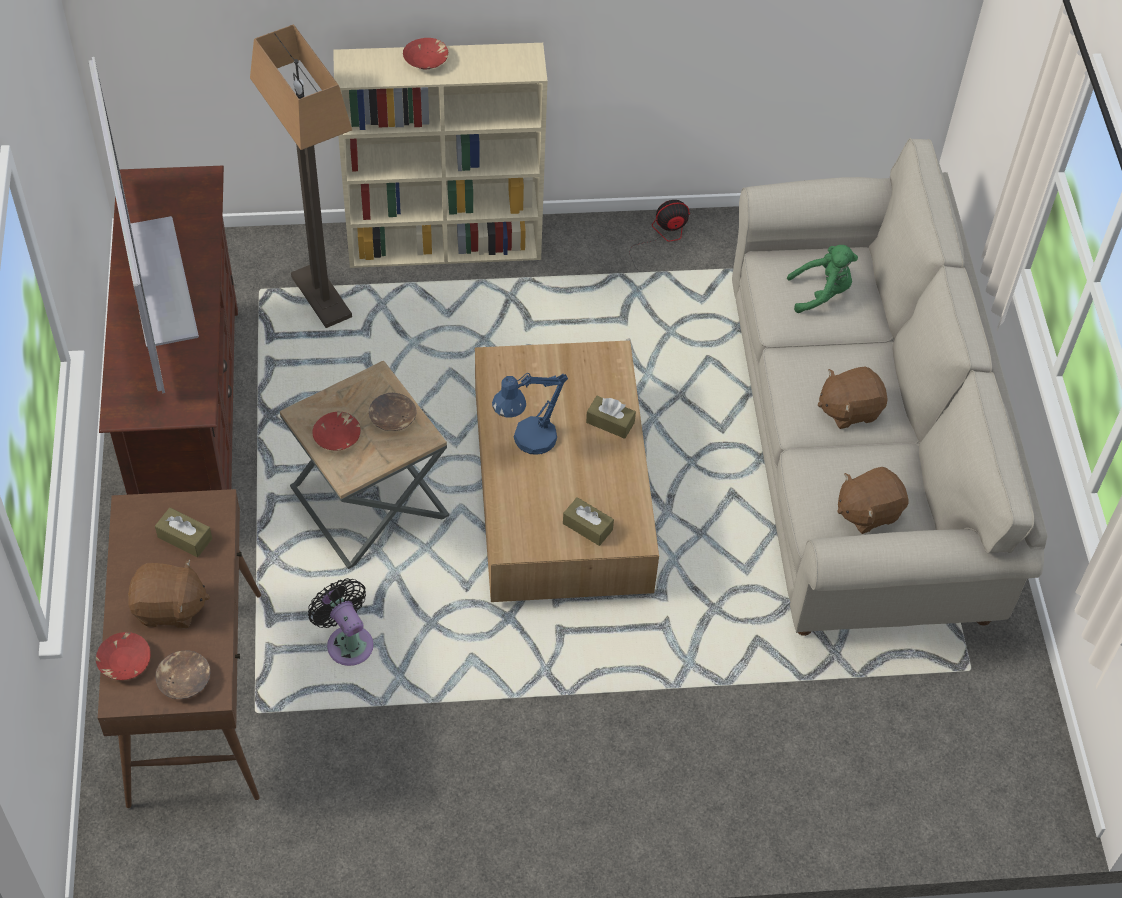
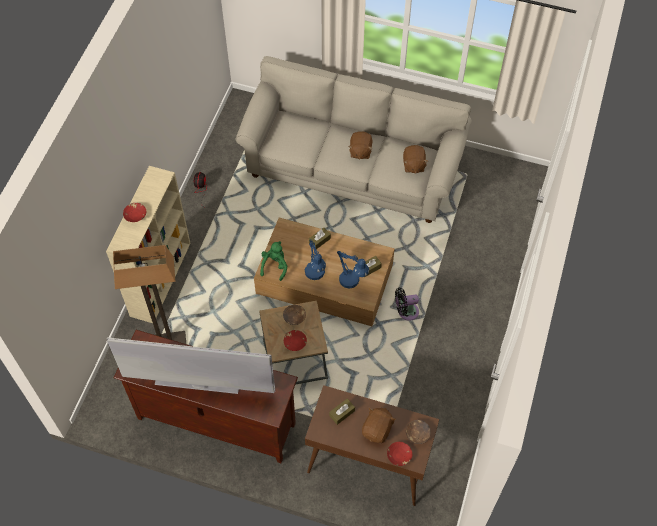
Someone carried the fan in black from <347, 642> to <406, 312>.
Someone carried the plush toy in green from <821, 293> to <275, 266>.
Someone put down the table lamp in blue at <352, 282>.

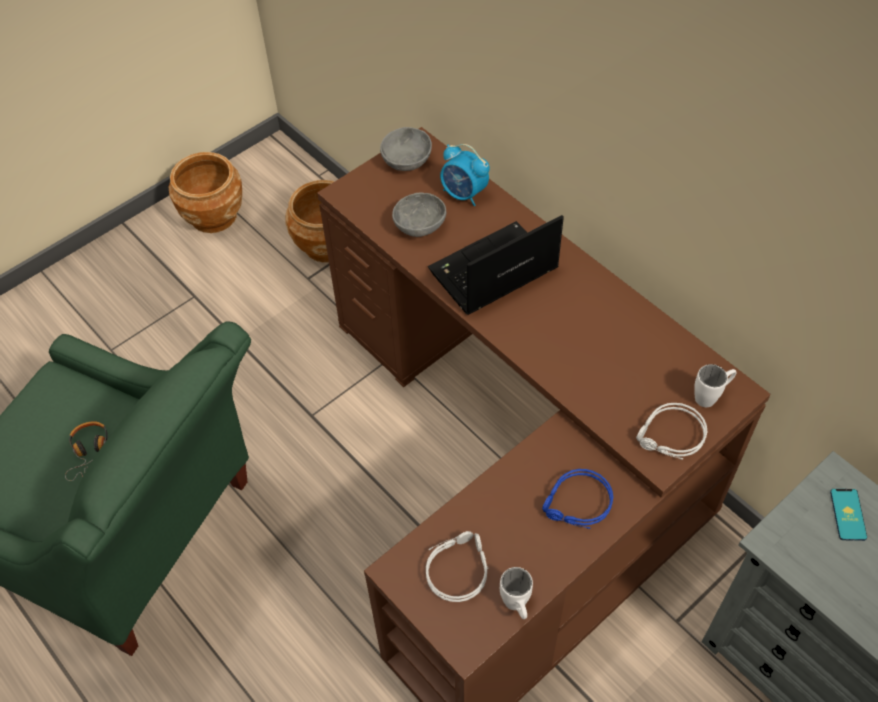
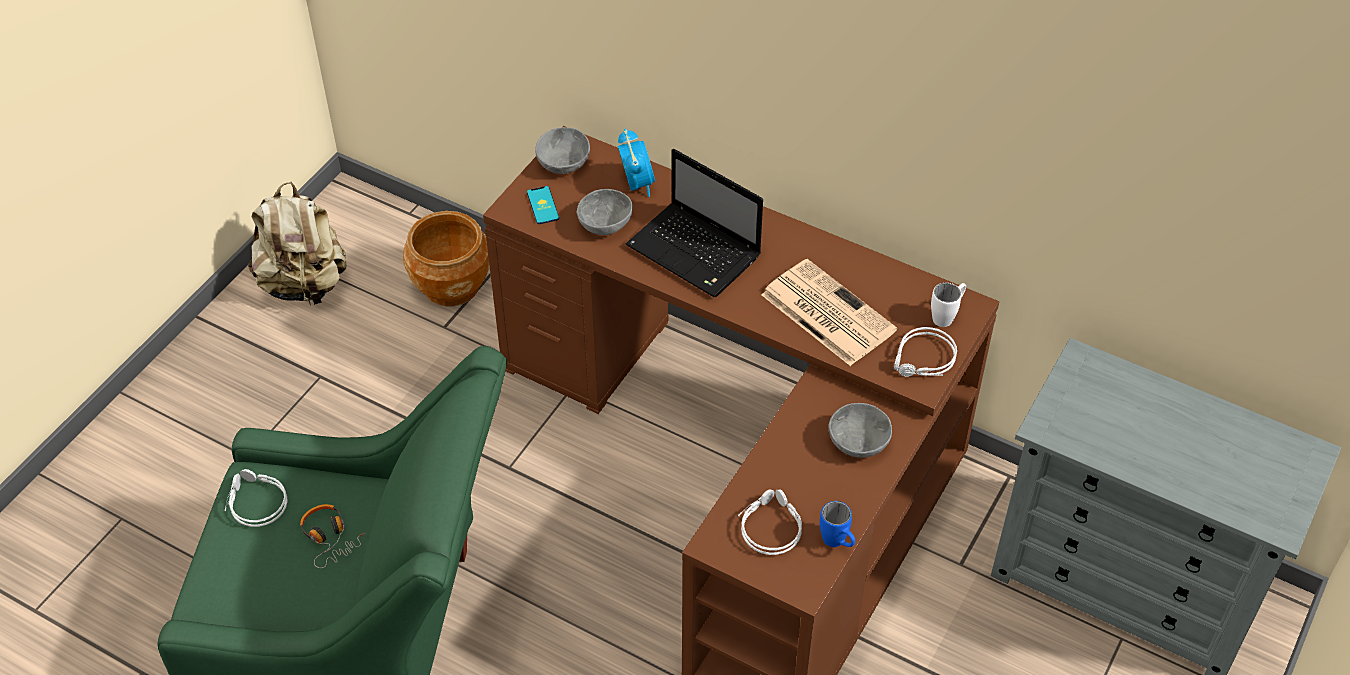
Someone swapped the planter in brown at <214, 215> for the backpack in beige at <304, 284>.
Someone rotated the laptop at <491, 272> by 90 degrees counterclockwise.
Someone rotated the alarm clock at <464, 194> by 120 degrees counterclockwise.
Someone repainted the mug in white at <517, 607>, which became the mug in blue at <837, 544>.
Someone swapped the headphones in blue at <577, 505> for the bowl in grey at <858, 443>.
Someone carried the phone from <848, 514> to <543, 205>.
Someone put down the headphones in grey at <254, 502>.
Someone put down the newspaper at <826, 312>.

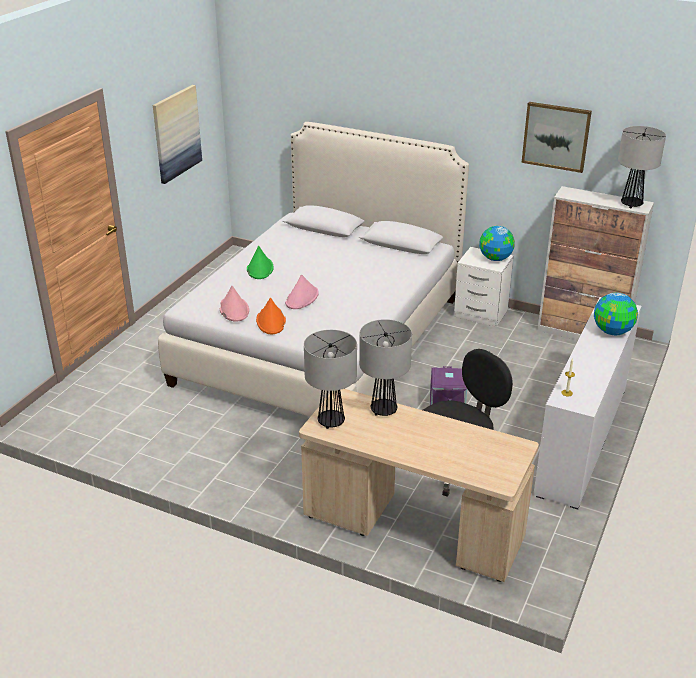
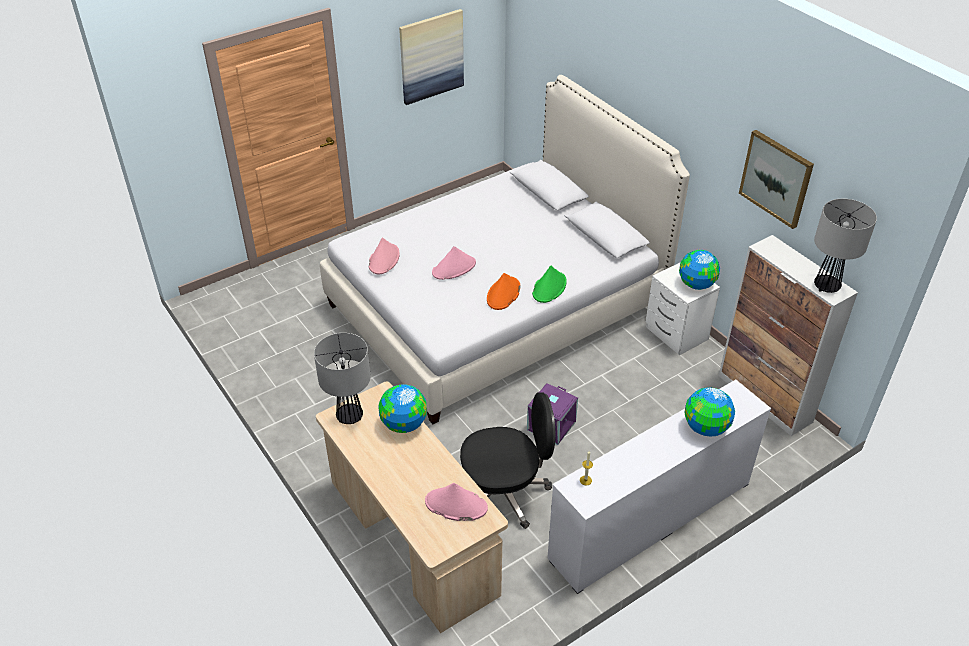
Someone carried the hat in green from <260, 269> to <549, 287>.
Someone carried the hat in orange from <271, 321> to <503, 294>.
Someone swapped the table lamp at <383, 410> for the globe at <403, 424>.
Someone put down the hat in pink at <455, 505>.

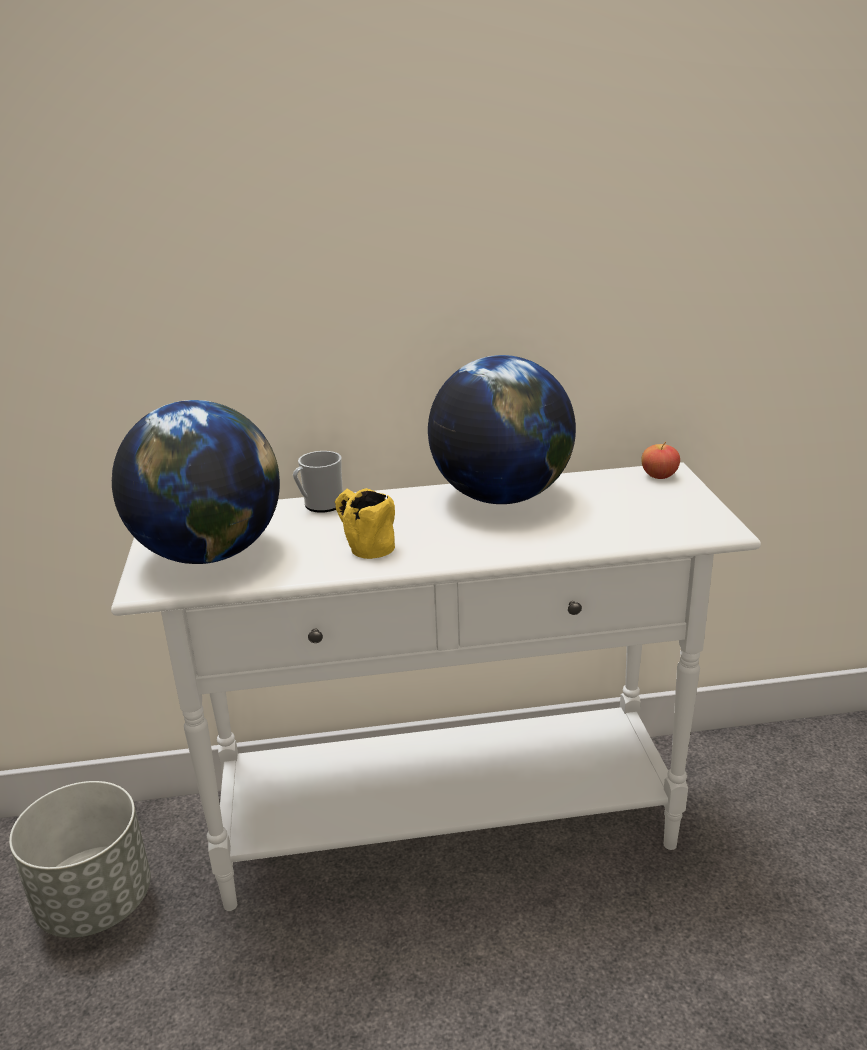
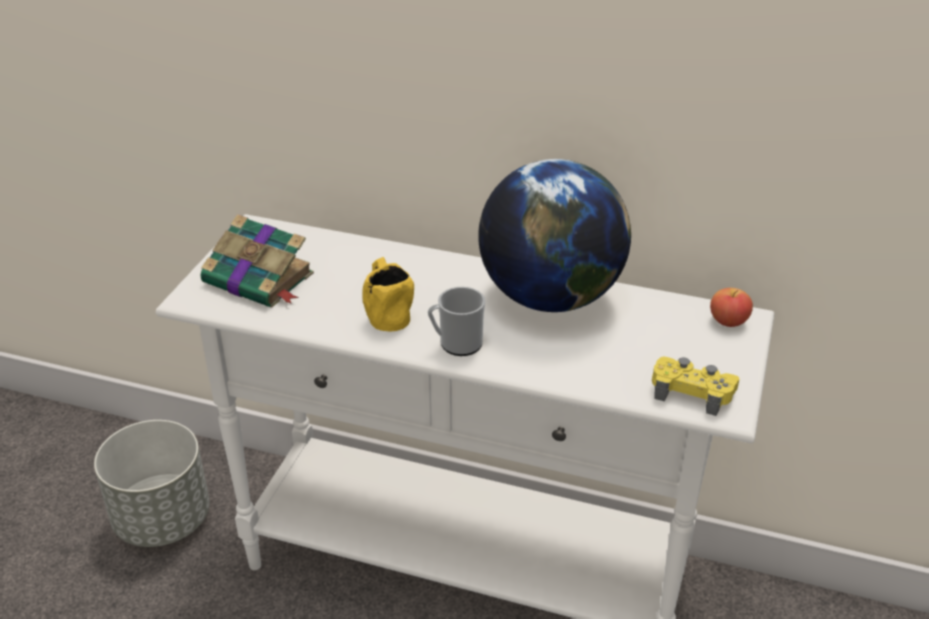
Someone swapped the globe at <209, 554> for the book at <260, 279>.
Someone carried the mug from <320, 505> to <456, 344>.
Someone put down the game controller in yellow at <692, 391>.

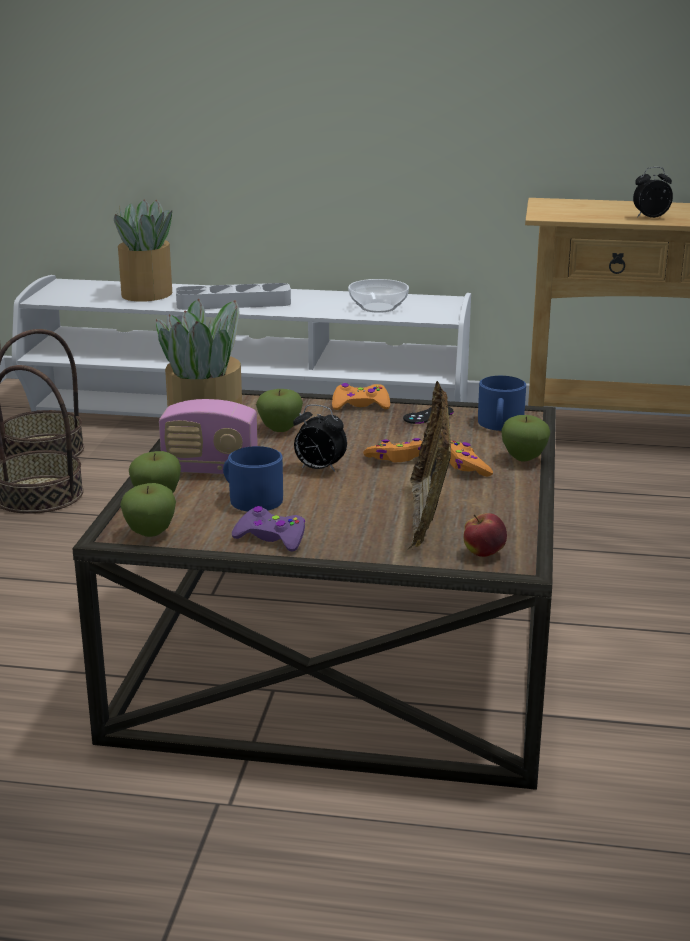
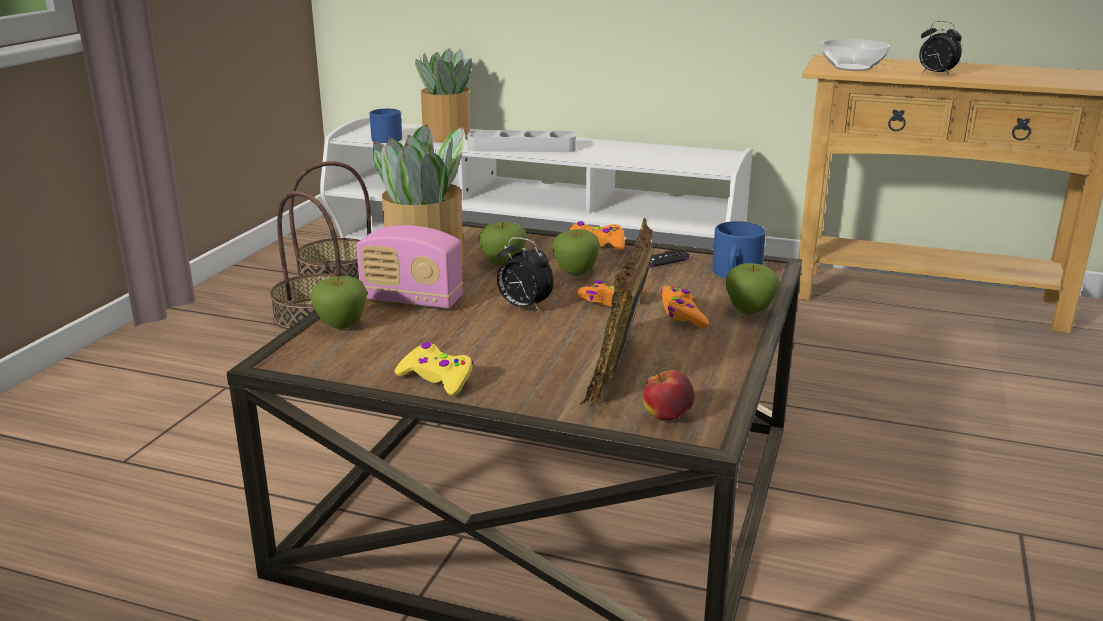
Someone carried the apple from <150, 532> to <576, 272>.
Someone carried the mug in blue from <250, 498> to <384, 138>.
Someone repainted the game controller in purple at <271, 538>, which became the game controller in yellow at <437, 378>.
Someone carried the bowl from <377, 308> to <851, 67>.
Someone rotated the alarm clock at <650, 217> by 135 degrees counterclockwise.

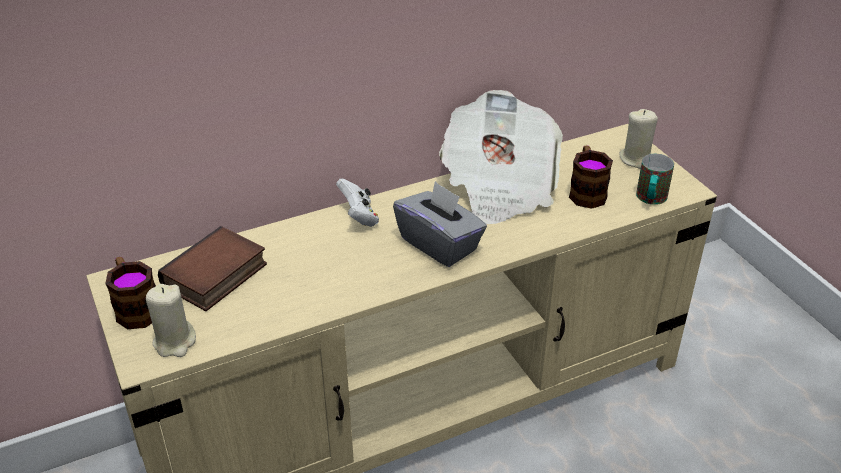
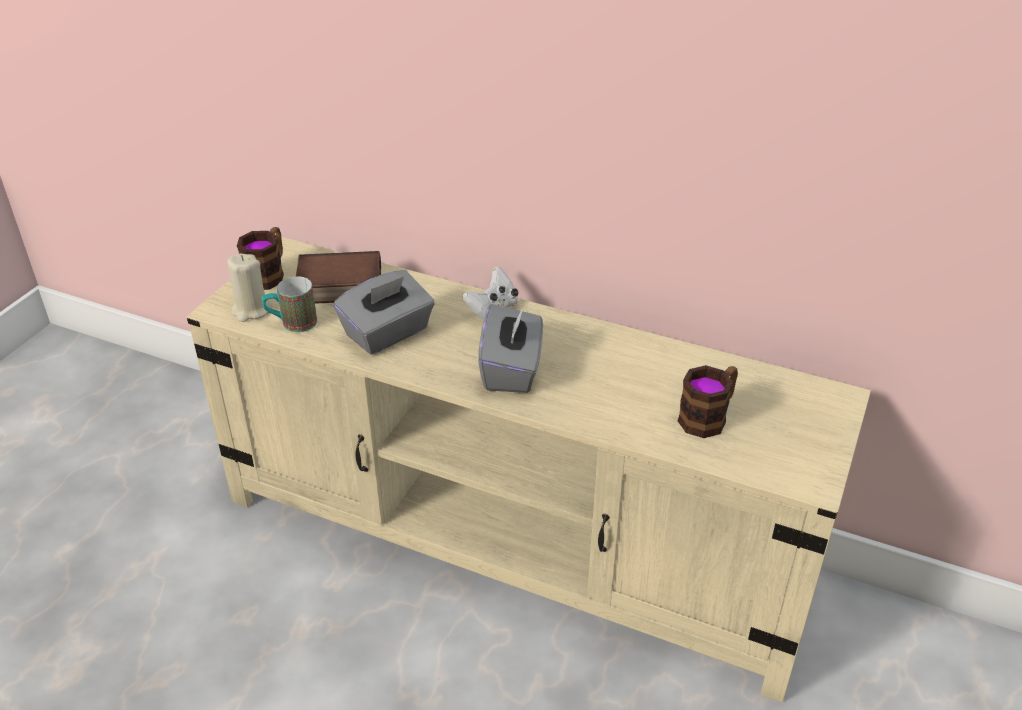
Someone took away the newspaper at <499, 186>.
Someone took away the candle in beige at <636, 159>.
Someone carried the mug from <650, 200> to <292, 324>.
Someone put down the tissue box in grey at <388, 333>.

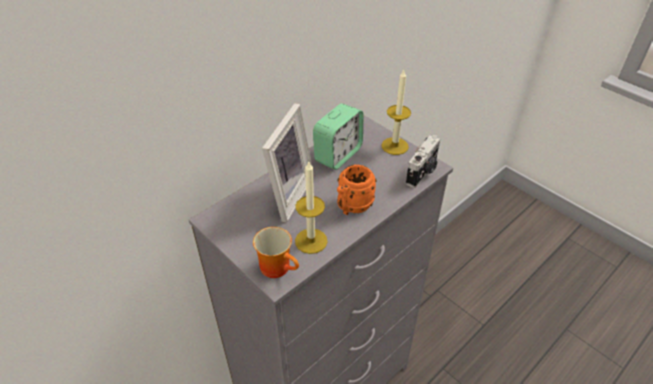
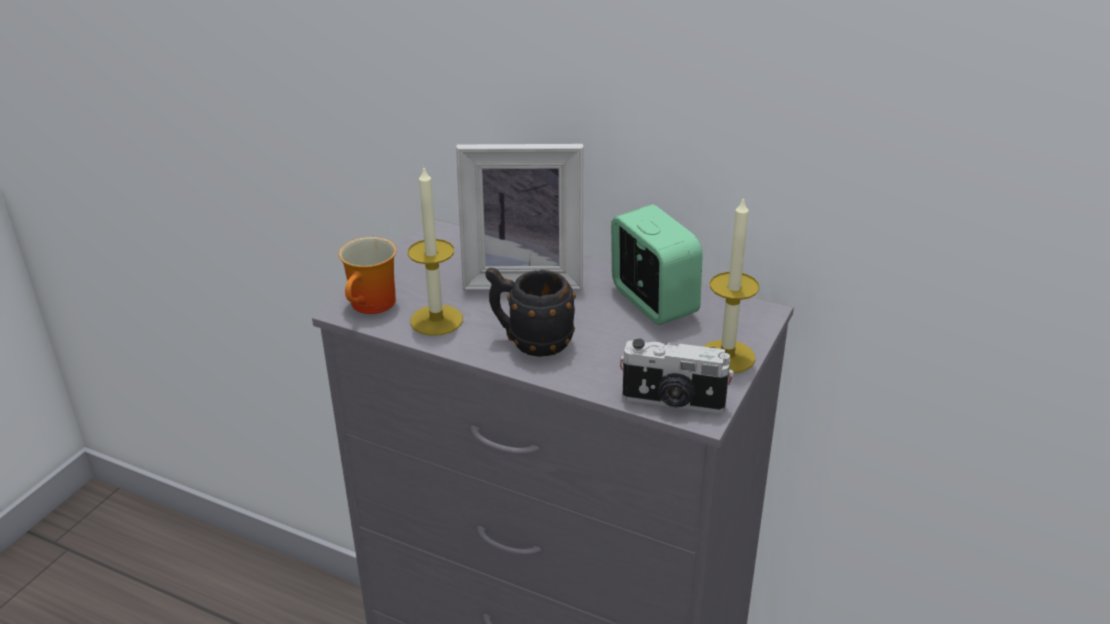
Someone rotated the alarm clock at <338, 155> by 135 degrees counterclockwise.
Someone repainted the mug in orange at <352, 207>, which became the mug in black at <530, 342>.

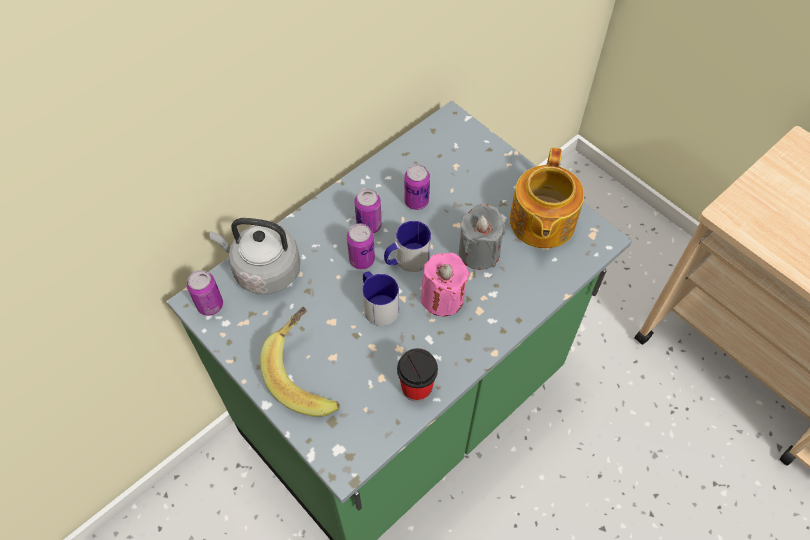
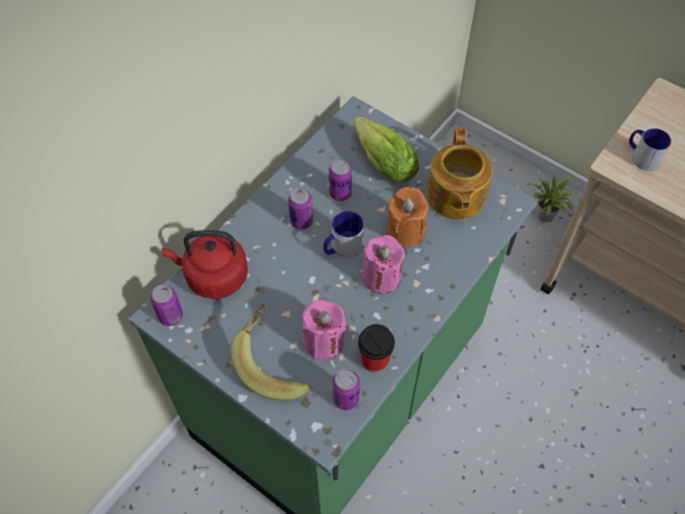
Someone repainted the kettle in grey at <264, 270>, which became the kettle in red at <213, 276>.
Someone carried the can from <362, 260> to <345, 398>.
Someone carried the mug from <378, 305> to <641, 157>.
Someone repainted the candle in grey at <479, 252>, which became the candle in orange at <405, 231>.
Someone put down the candle in pink at <324, 341>.
Someone put down the lettuce at <382, 160>.
Someone put down the potted plant at <545, 217>.

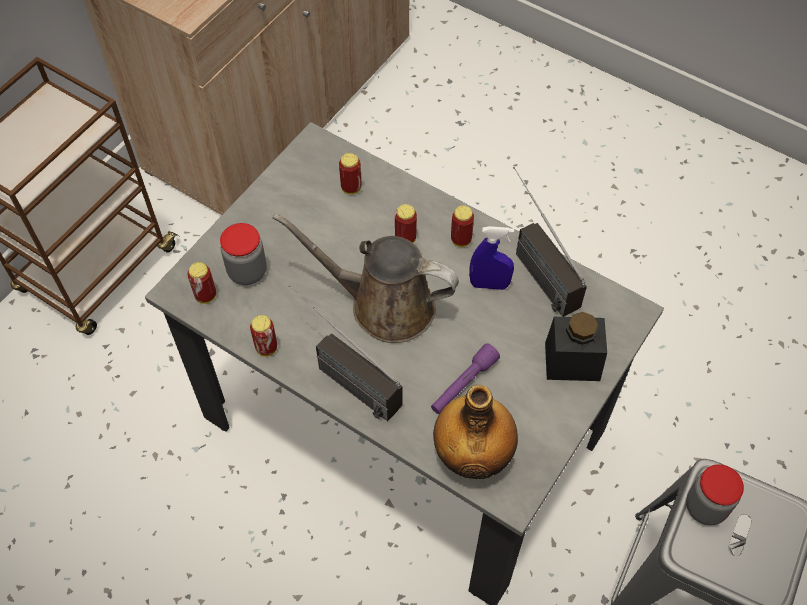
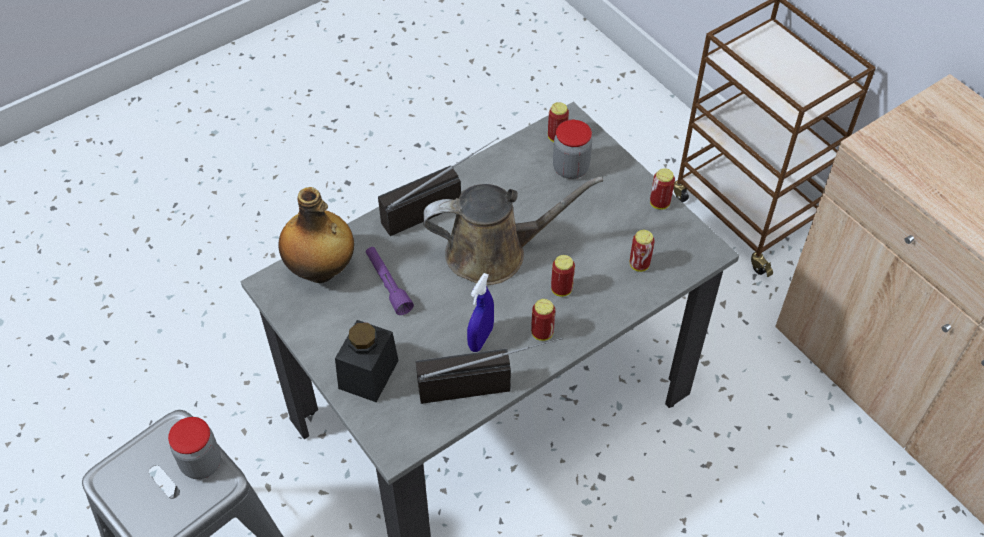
Someone carried the can from <266, 348> to <659, 203>.
Someone rotated the watering can in brown at <384, 305> by 45 degrees clockwise.

